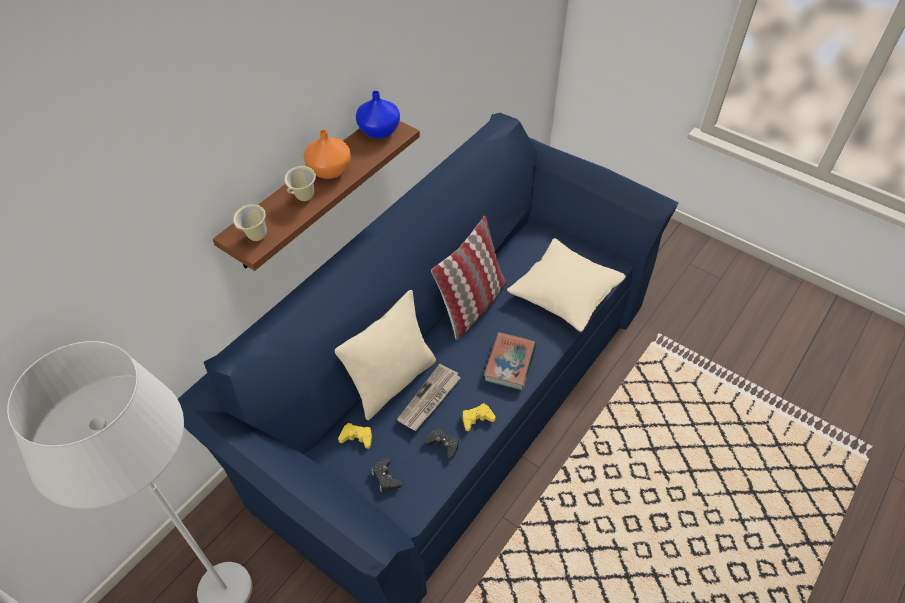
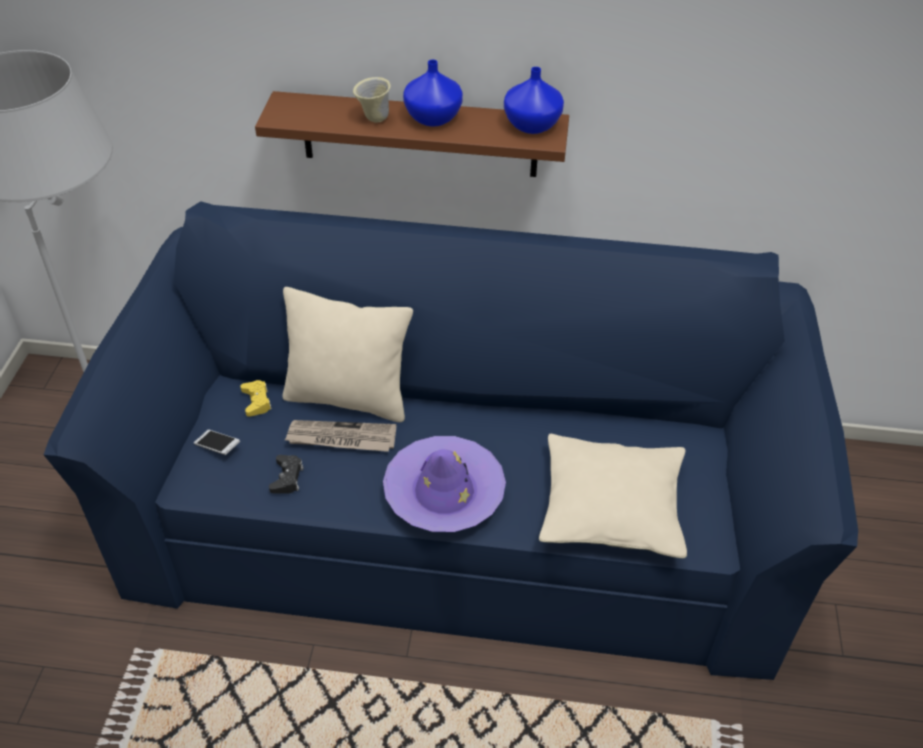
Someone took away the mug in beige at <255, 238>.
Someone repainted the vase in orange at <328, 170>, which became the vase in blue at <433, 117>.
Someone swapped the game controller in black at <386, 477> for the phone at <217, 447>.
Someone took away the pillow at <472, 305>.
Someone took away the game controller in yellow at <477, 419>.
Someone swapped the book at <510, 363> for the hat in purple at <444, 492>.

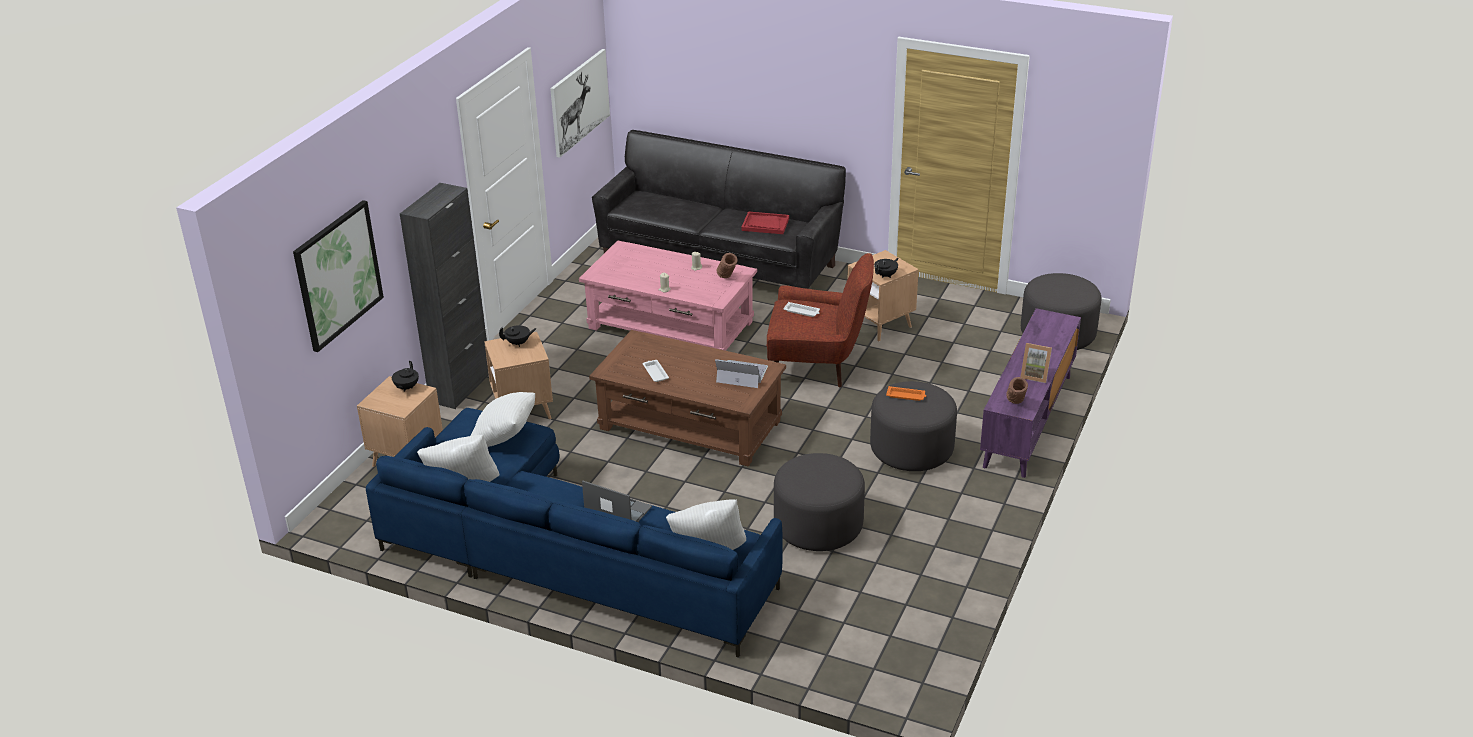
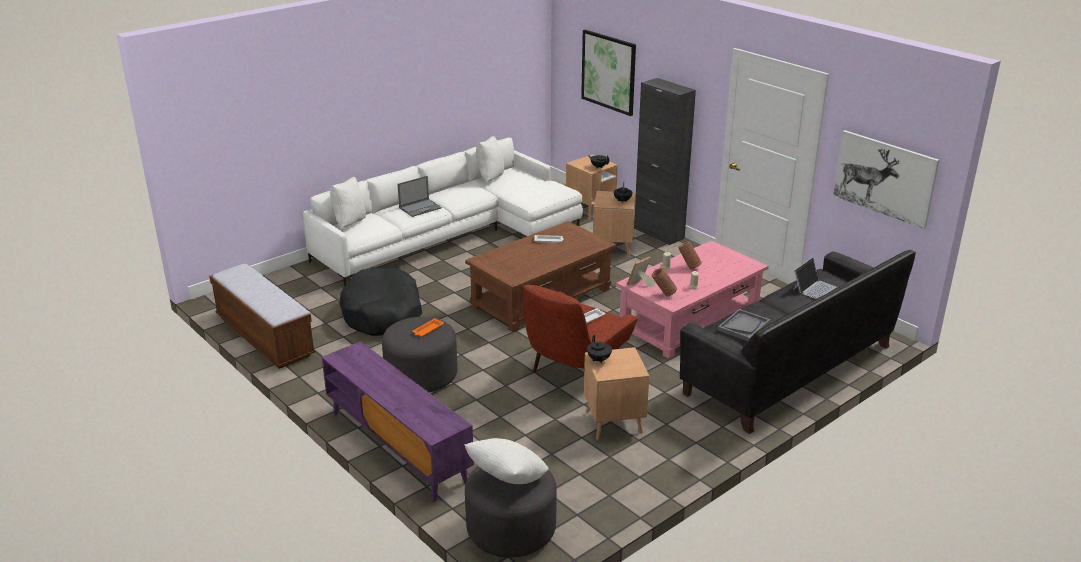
Someone repainted the sofa in blue at <564, 552>, which became the sofa in white at <452, 235>.
Someone carried the pillow in white from <504, 438> to <507, 479>.
Someone carried the laptop from <741, 374> to <816, 289>.
Someone repainted the tray in red at <765, 224>, which became the tray in grey at <743, 326>.
Someone swapped the ottoman in grey at <818, 526> for the dog bed in black at <383, 314>.
Someone carried the vase in brown from <1015, 405> to <689, 267>.
Someone carried the picture frame from <1035, 375> to <640, 284>.
Someone put down the bench at <264, 336>.

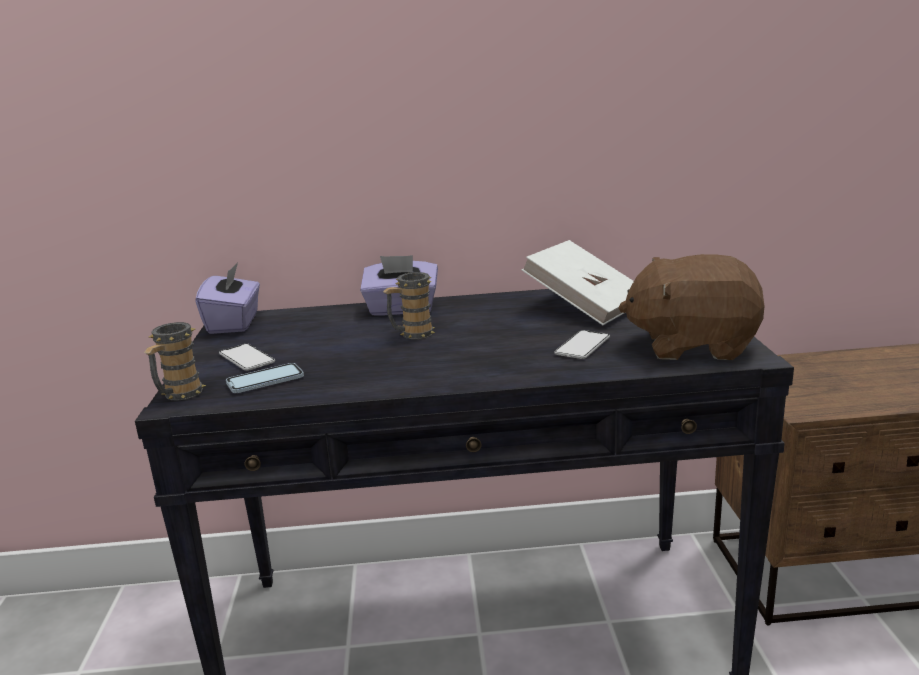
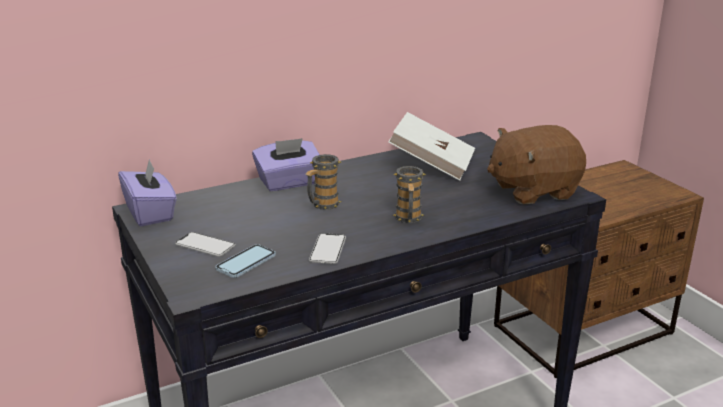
Someone carried the mug from <179, 395> to <408, 219>.
Someone carried the phone from <582, 346> to <327, 250>.

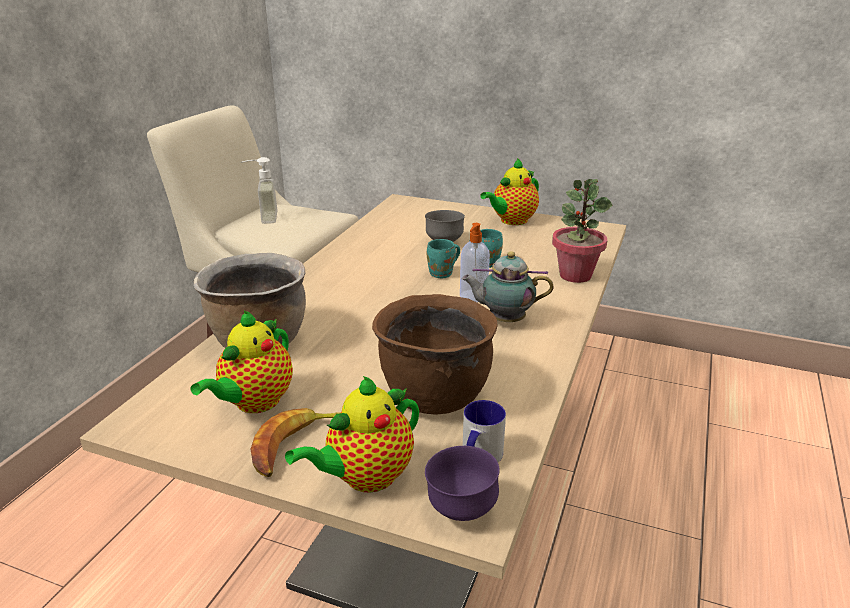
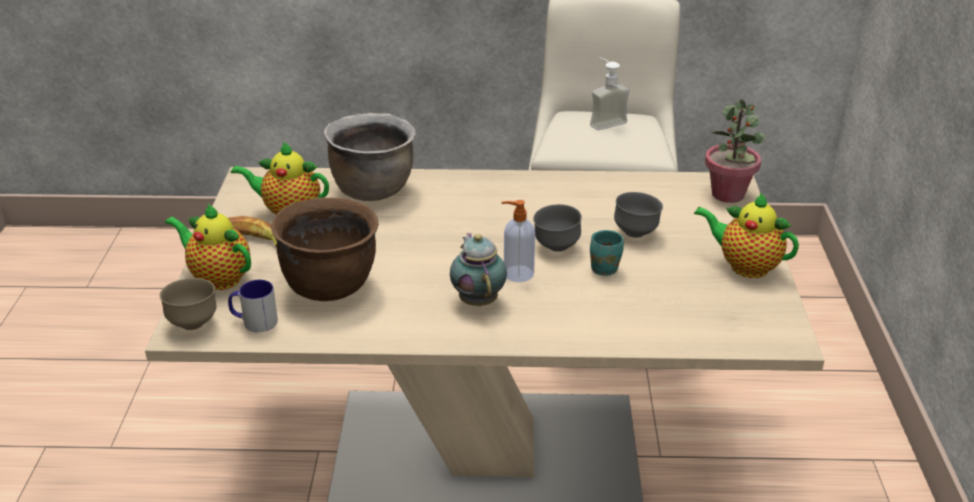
Someone repainted the bowl in purple at <461, 510>, which became the bowl in brown at <193, 323>.
Someone swapped the mug in turquoise at <443, 274> for the bowl in grey at <556, 247>.
Someone carried the potted plant from <575, 275> to <728, 194>.

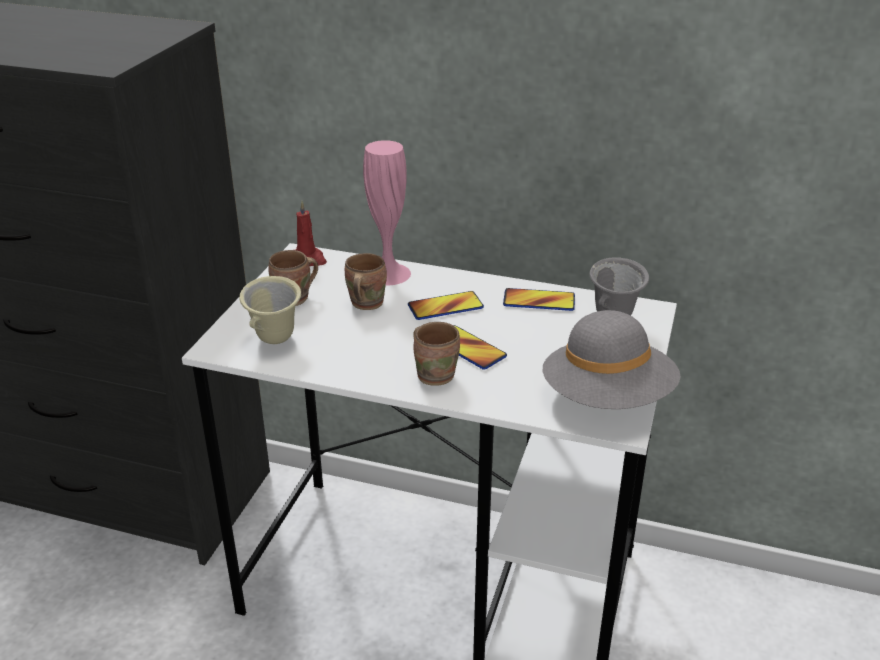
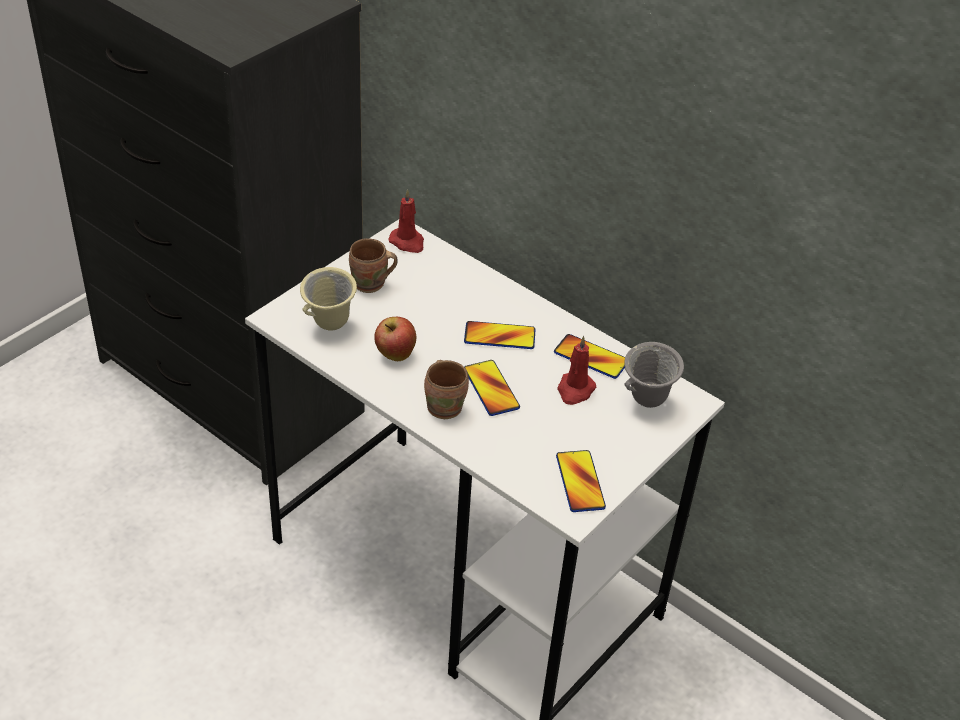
Someone took away the mug in brown at <364, 304>.
Someone took away the vase in pink at <388, 274>.
Someone swapped the hat in grey at <607, 398> for the phone at <580, 482>.
Someone put down the apple at <395, 355>.
Someone put down the candle in red at <575, 390>.

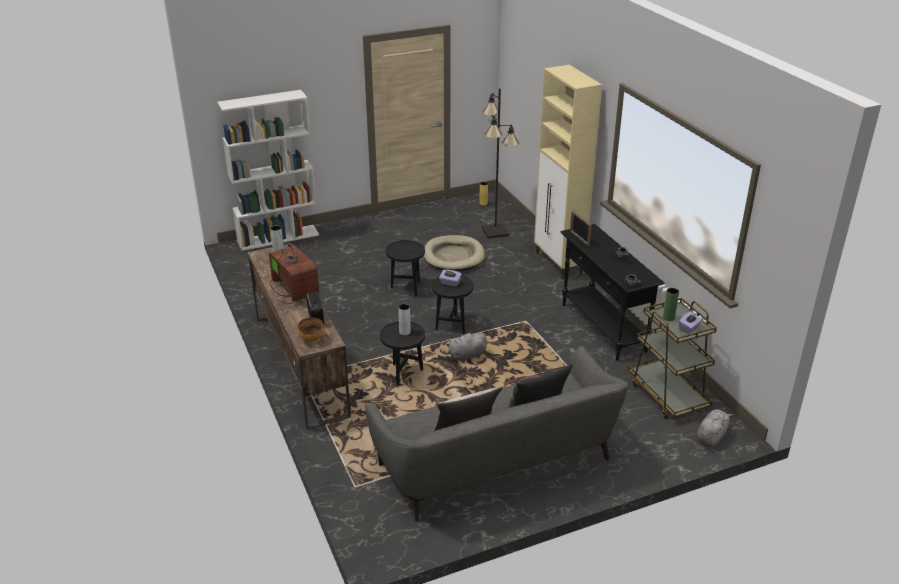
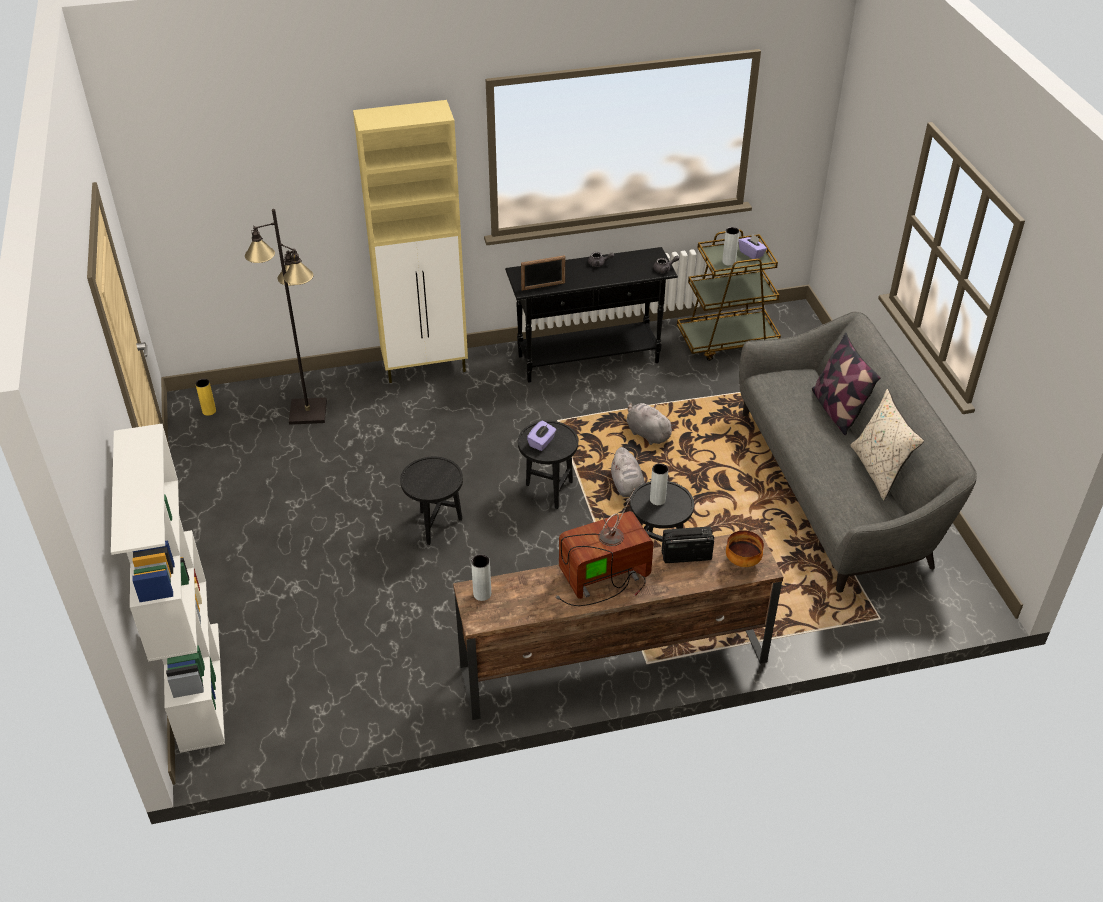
Someone took away the dog bed in beige at <453, 256>.
Someone repainted the vase in green at <668, 317>, which became the vase in grey at <728, 262>.
Someone carried the plush toy in grey from <711, 436> to <647, 433>.

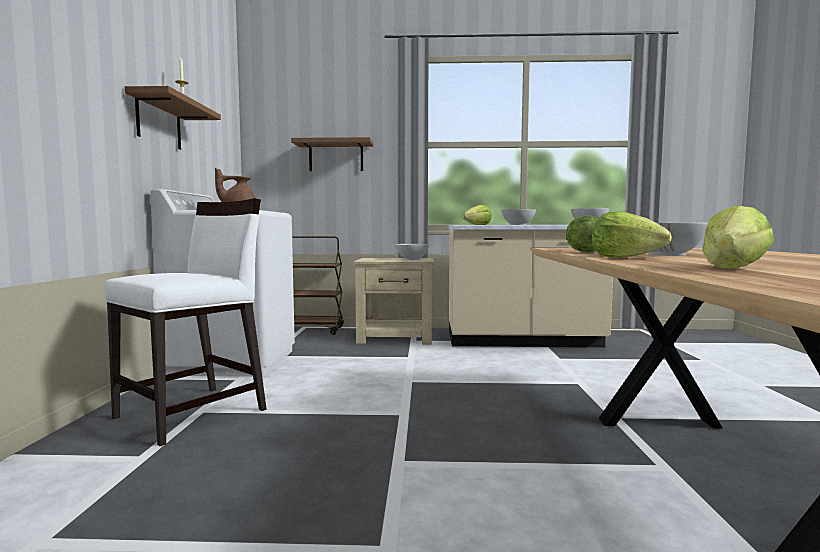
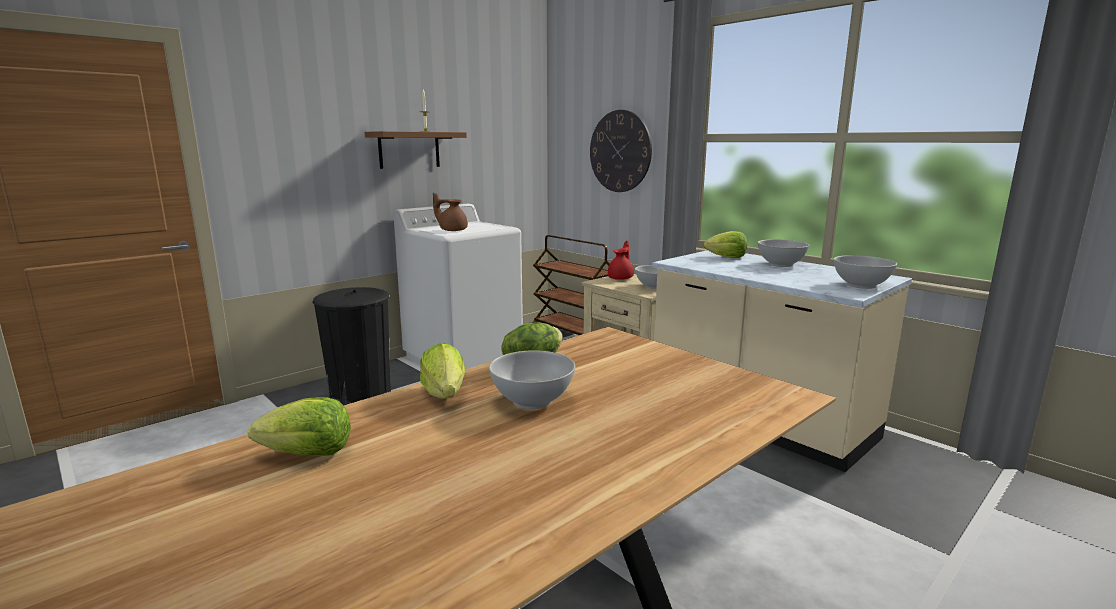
Someone swapped the chair in white at <193, 413> for the trash can in black at <361, 399>.
Someone swapped the shelf in brown at <336, 156> for the wall clock at <620, 151>.
Someone put down the teapot in red at <621, 278>.

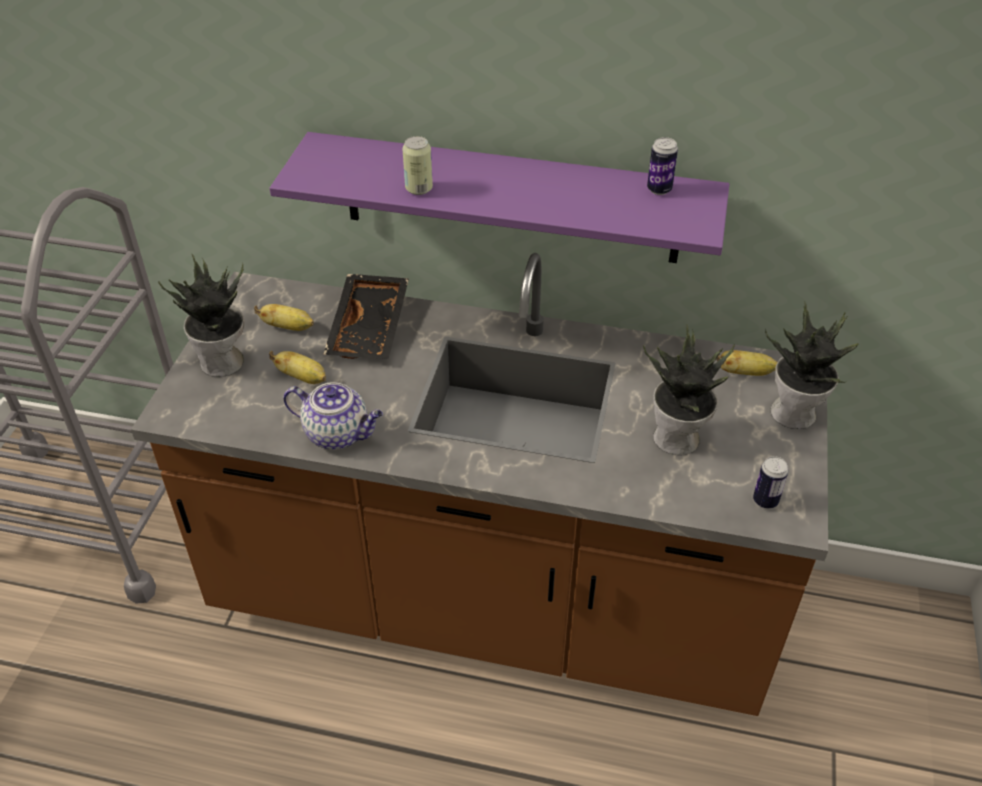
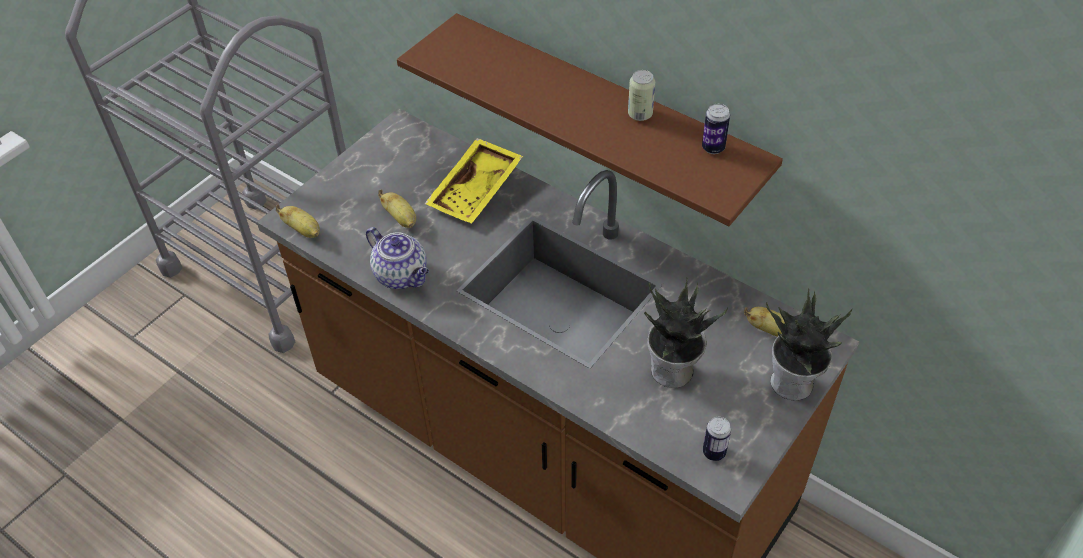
Someone took away the potted plant at <224, 363>.
Someone carried the banana from <288, 327> to <303, 230>.
Someone repainted the shelf in purple at <510, 198>, which became the shelf in brown at <606, 115>.
Someone repainted the tray in black at <371, 328>, which became the tray in yellow at <477, 191>.
Someone carried the can from <419, 189> to <640, 114>.

